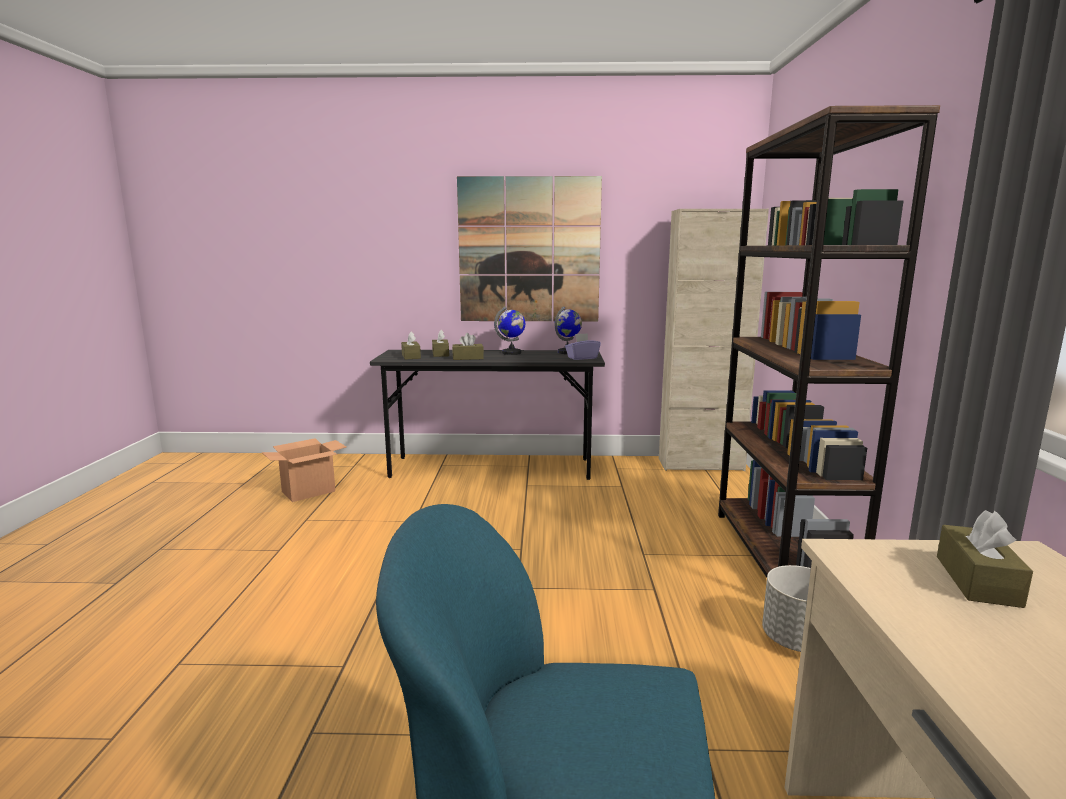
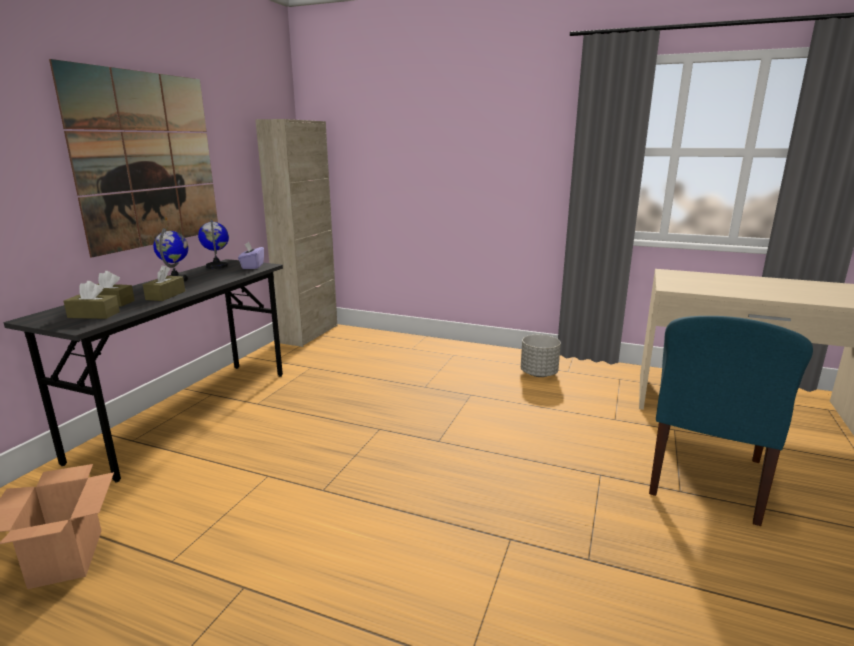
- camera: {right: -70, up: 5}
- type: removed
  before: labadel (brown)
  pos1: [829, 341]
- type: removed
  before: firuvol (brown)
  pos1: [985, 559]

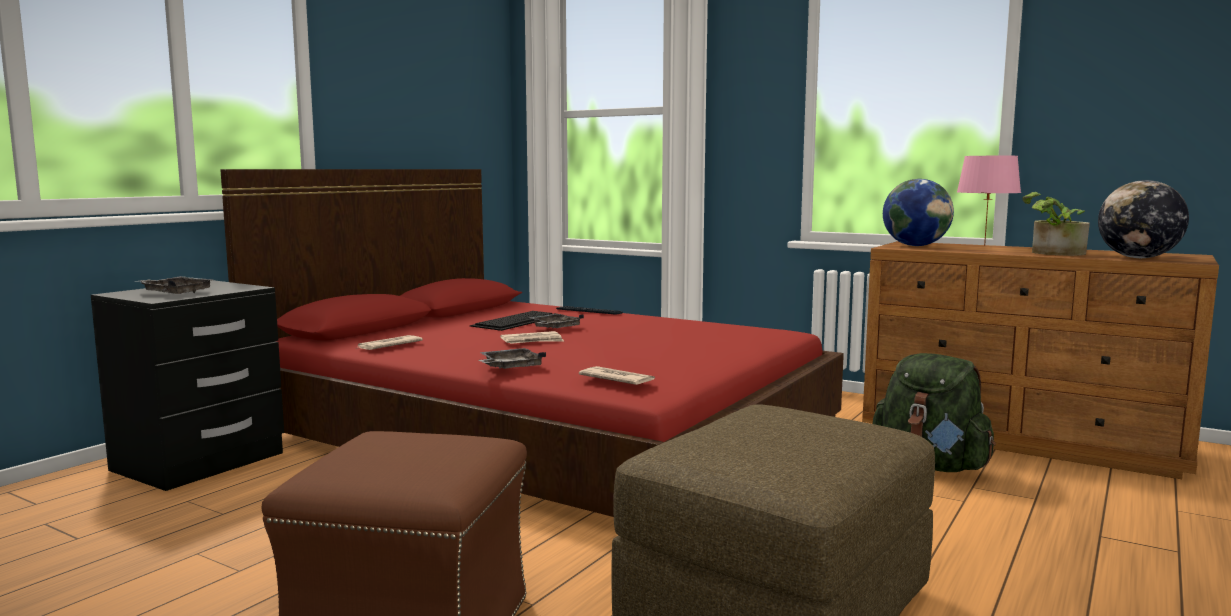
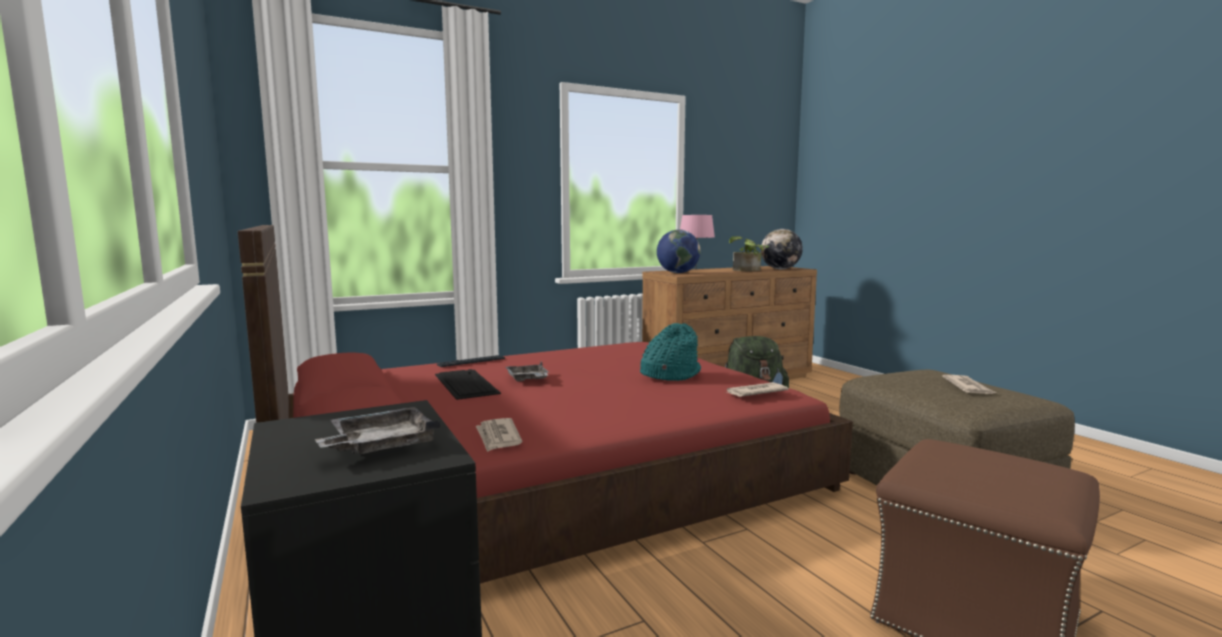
- camera: {right: -60, up: 0}
- type: removed
  before: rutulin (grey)
  pos1: [512, 358]
- type: added
  after: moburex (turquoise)
  pos2: [670, 352]
- type: moved
  before: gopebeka
  pos1: [532, 337]
  pos2: [969, 384]

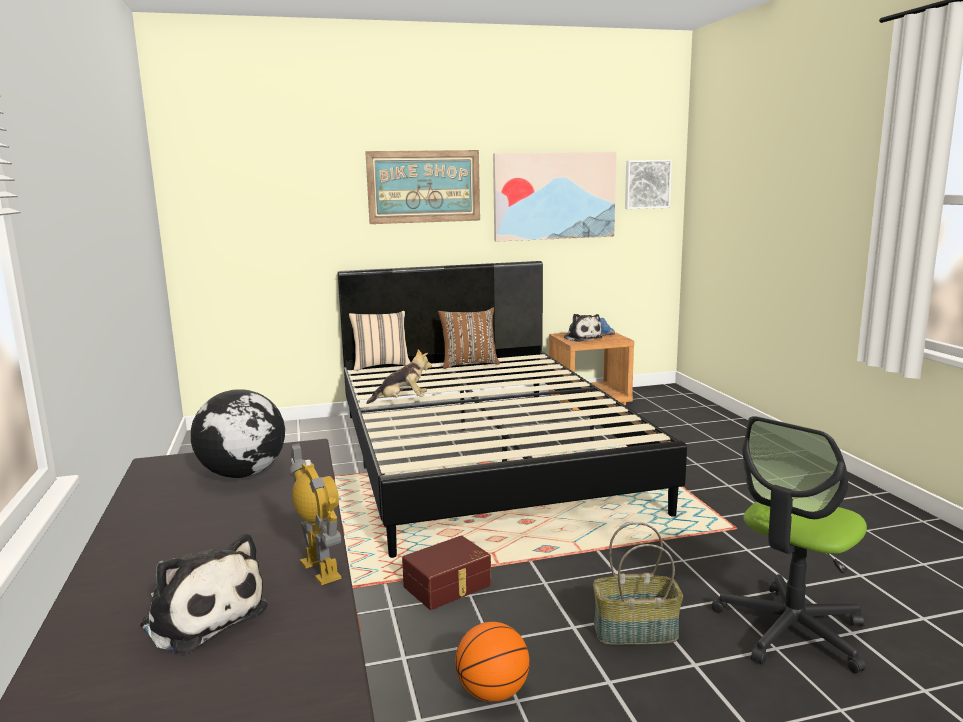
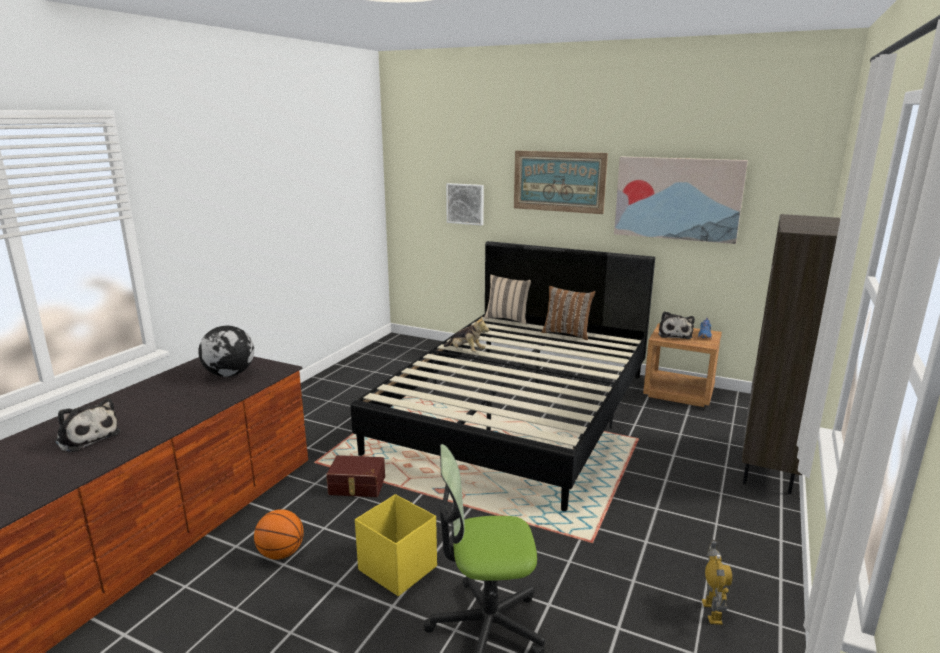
- camera: {right: 40, up: 5}
- type: added
  after: labadel (brown)
  pos2: [791, 354]
- type: moved
  before: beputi
  pos1: [315, 514]
  pos2: [717, 582]
- type: moved
  before: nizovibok
  pos1: [648, 184]
  pos2: [465, 204]
- type: replaced
  before: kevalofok
  after: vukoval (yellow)
  pos1: [638, 583]
  pos2: [396, 545]
- type: turned
  before: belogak
  pos1: [204, 594]
  pos2: [87, 425]
  turn: -45

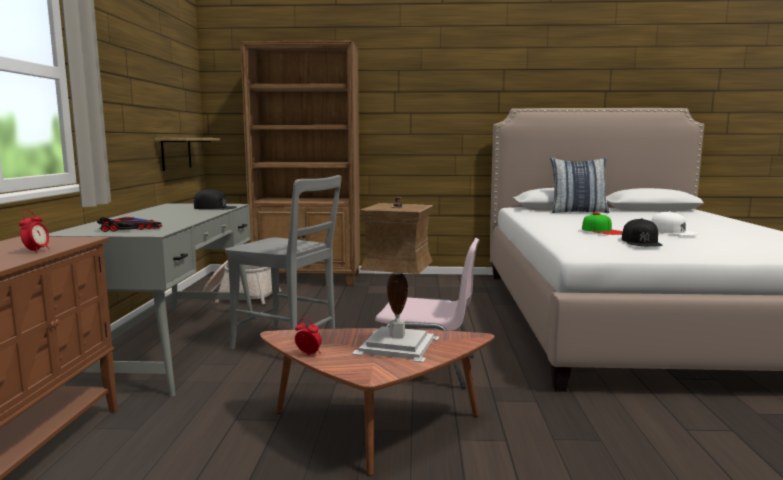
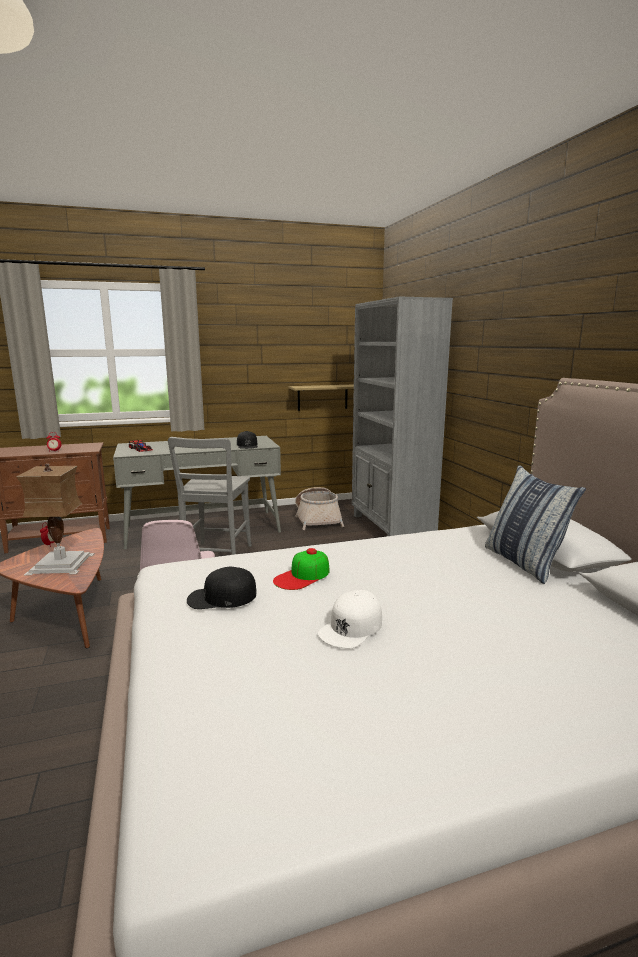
- camera: {right: 70, up: 5}
- type: recoloured
  before: labadel (brown)
  after: labadel (grey)
  pos1: [300, 163]
  pos2: [402, 416]

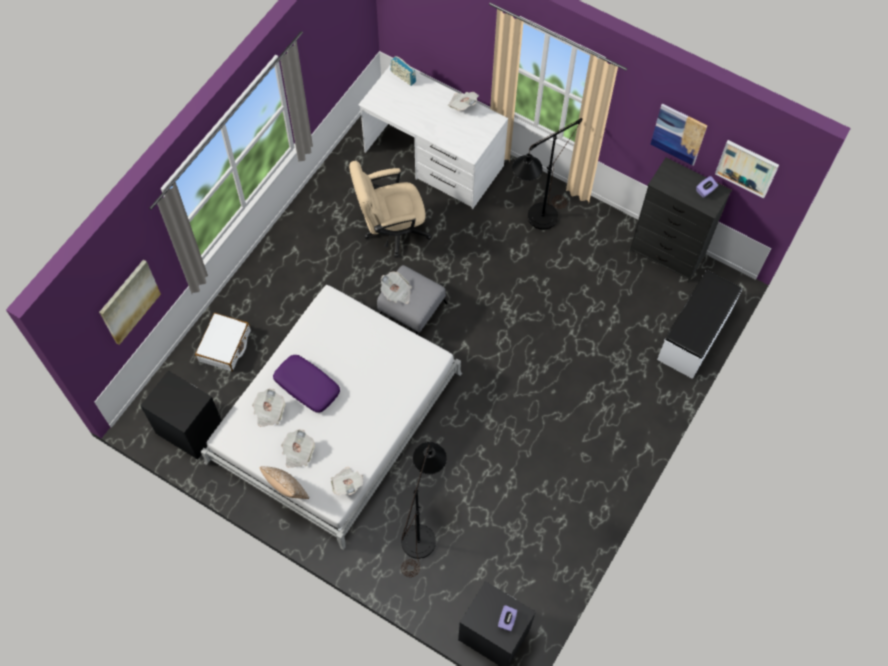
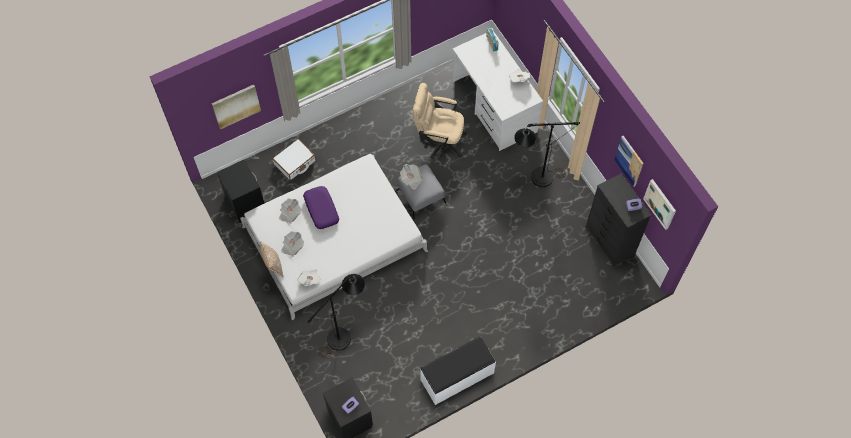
- camera: {right: 30, up: 0}
- type: moved
  before: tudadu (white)
  pos1: [699, 324]
  pos2: [458, 370]

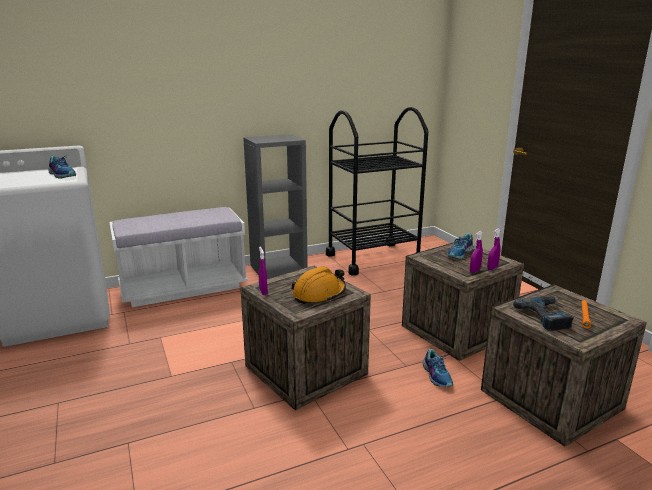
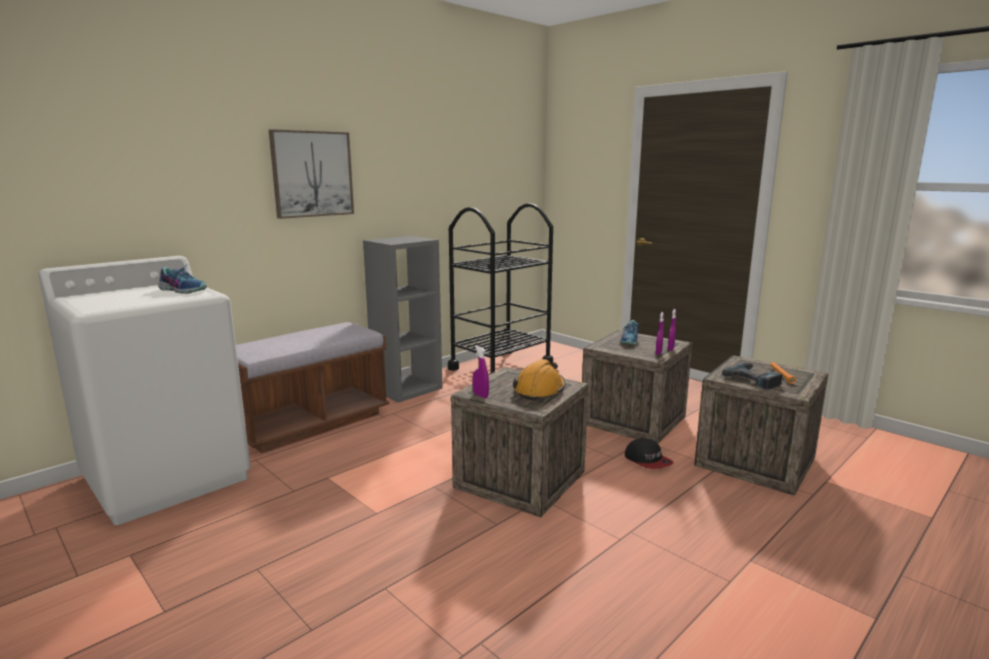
- camera: {right: -20, up: -5}
- type: added
  after: nizovibok
  pos2: [311, 174]
- type: replaced
  before: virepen
  after: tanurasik
  pos1: [438, 368]
  pos2: [649, 453]
- type: recoloured
  before: tudadu (white)
  after: tudadu (brown)
  pos1: [178, 257]
  pos2: [312, 387]

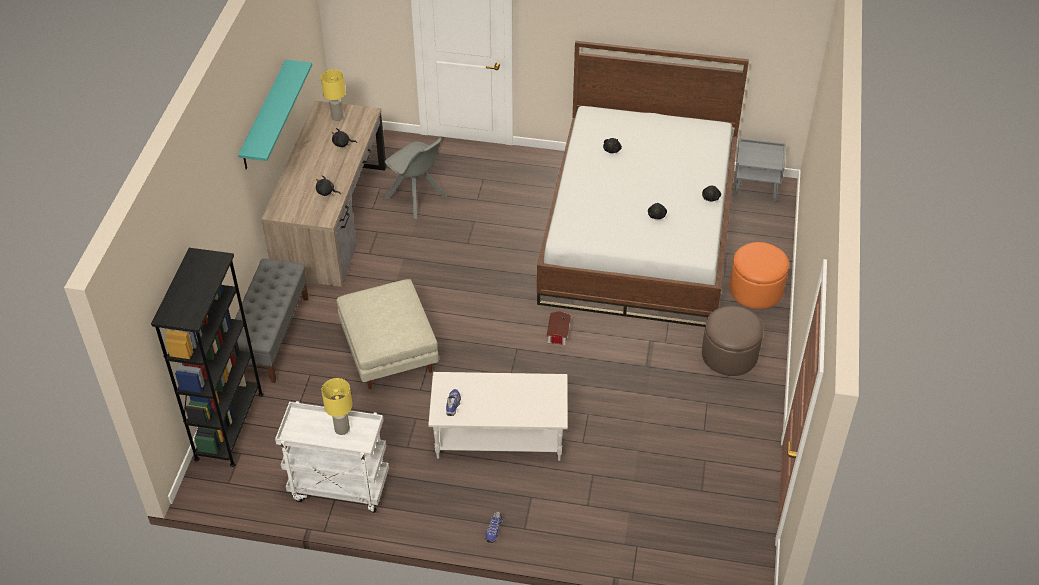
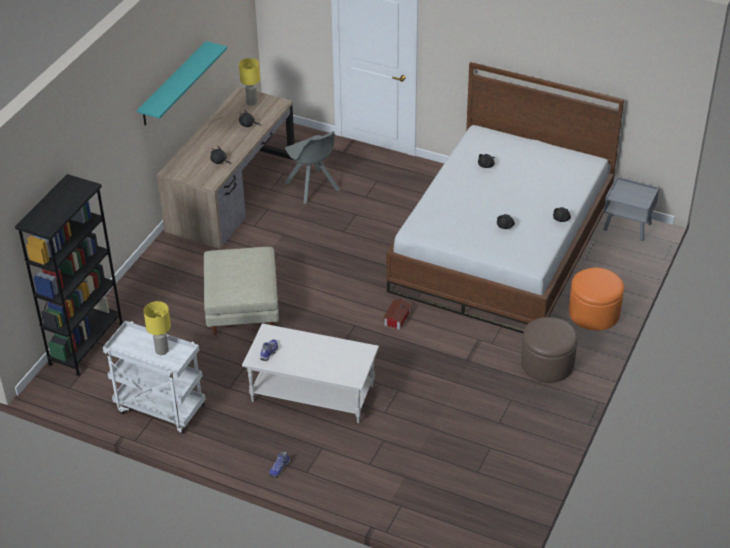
- camera: {right: 15, up: -5}
- type: removed
  before: tudadu (grey)
  pos1: [272, 321]

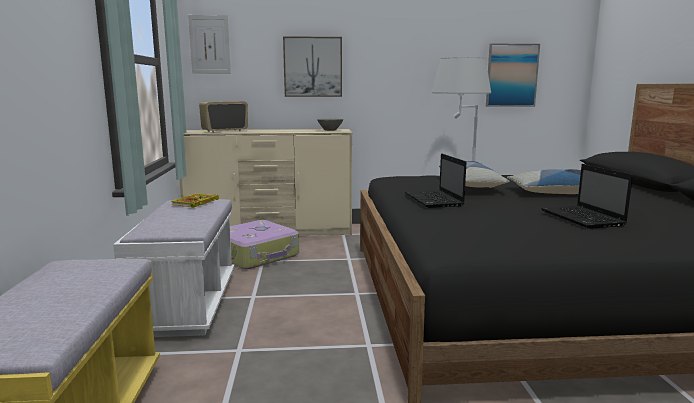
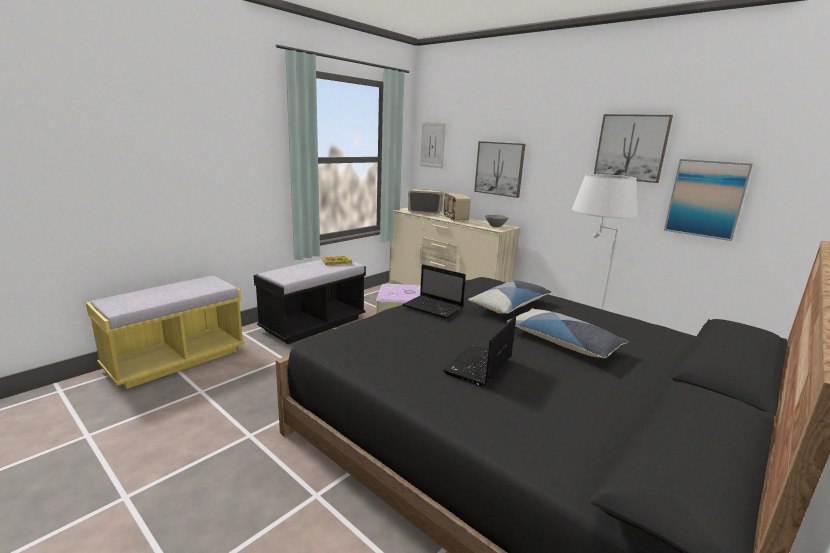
- camera: {right: 45, up: 5}
- type: added
  after: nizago
  pos2: [457, 207]
- type: added
  after: nizovibok
  pos2: [633, 148]
- type: recoloured
  before: tudadu (white)
  after: tudadu (black)
  pos1: [174, 268]
  pos2: [310, 300]
- type: turned
  before: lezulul
  pos1: [435, 181]
  pos2: [434, 291]
  turn: -90

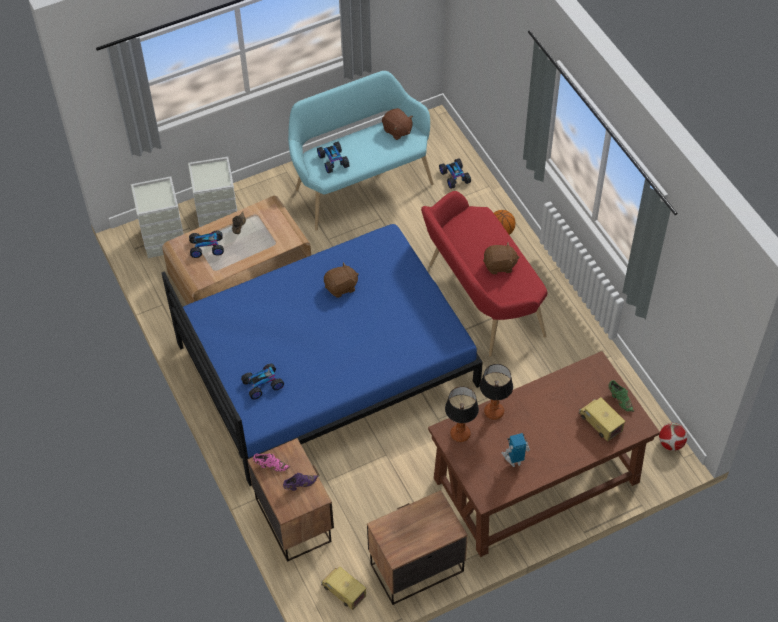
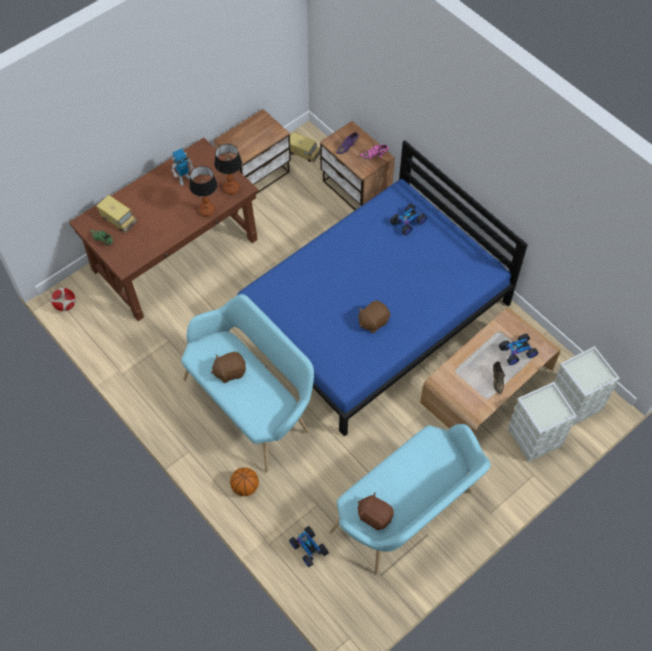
- camera: {right: 165, up: 5}
- type: removed
  before: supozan
  pos1: [333, 157]
- type: recoloured
  before: tudadu (red)
  after: tudadu (turquoise)
  pos1: [484, 273]
  pos2: [247, 383]

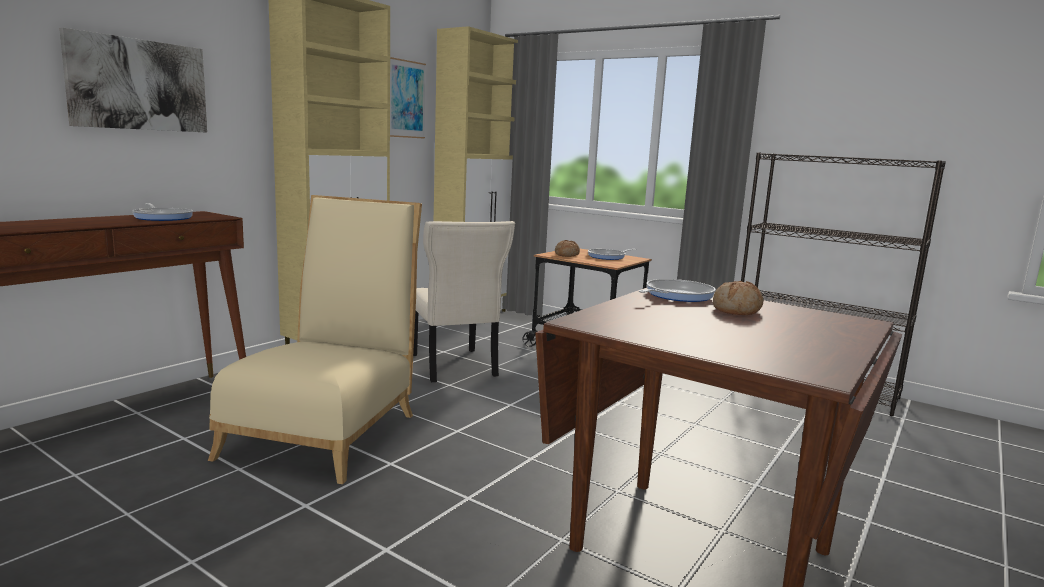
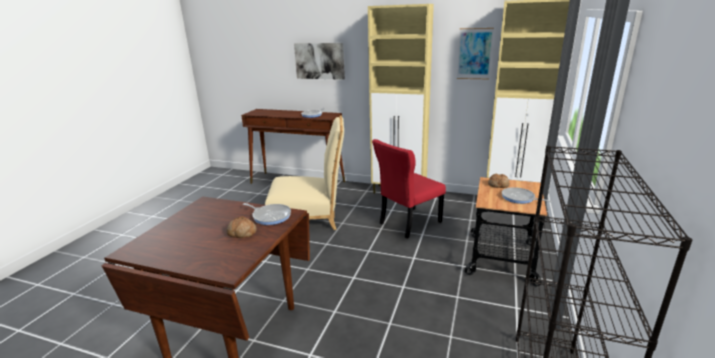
- camera: {right: 75, up: 10}
- type: recoloured
  before: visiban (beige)
  after: visiban (red)
  pos1: [464, 301]
  pos2: [409, 189]

